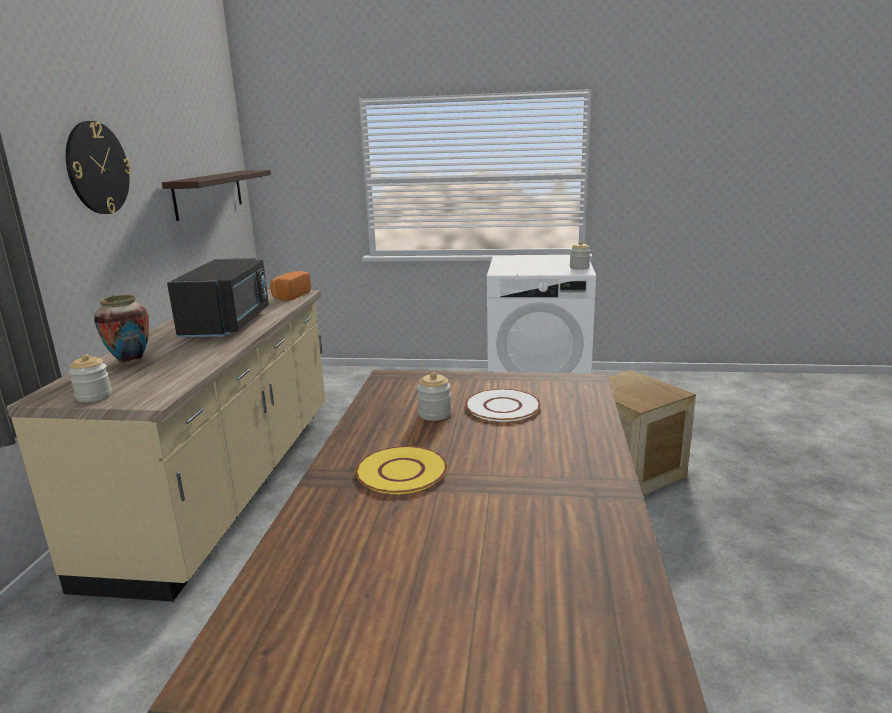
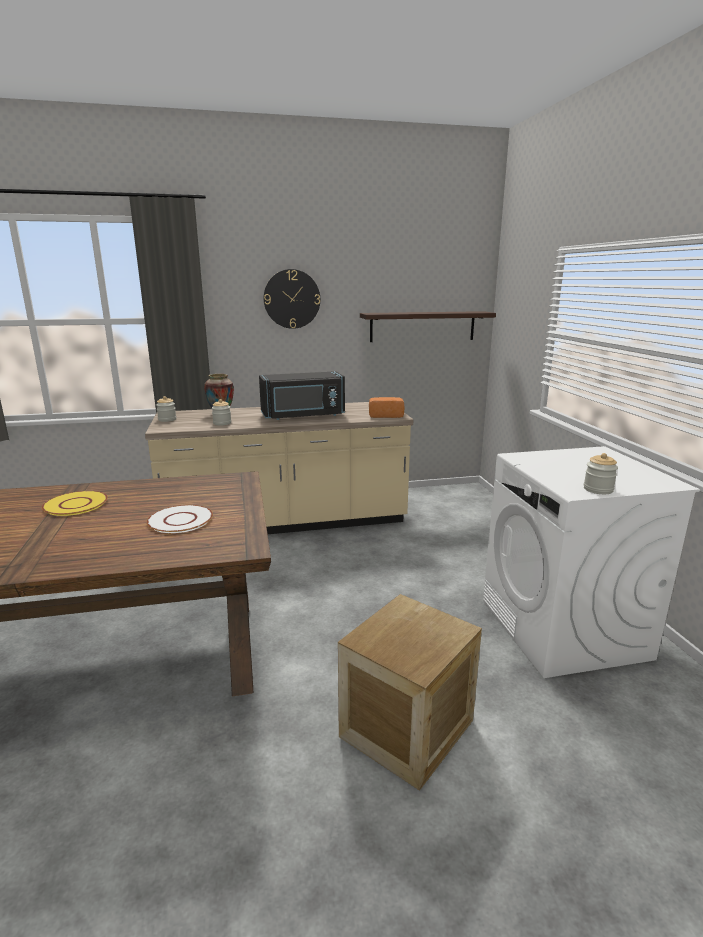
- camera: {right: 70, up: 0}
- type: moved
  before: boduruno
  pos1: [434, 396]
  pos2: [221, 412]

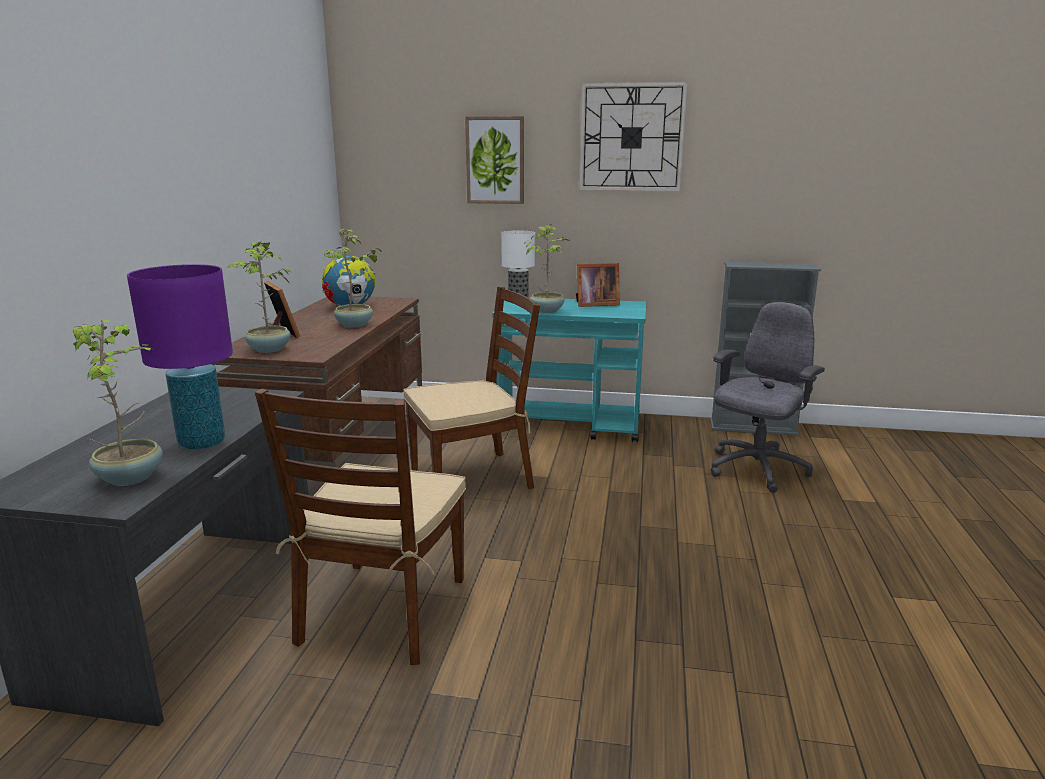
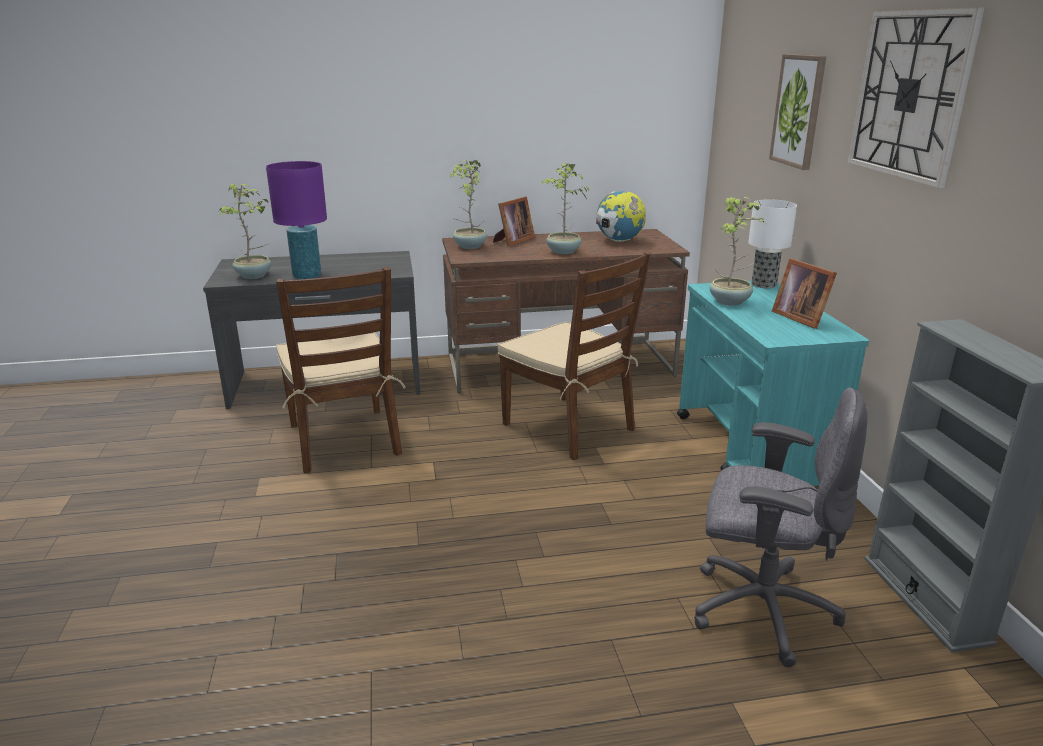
- camera: {right: 70, up: 5}
- type: turned
  before: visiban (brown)
  pos1: [360, 527]
  pos2: [341, 370]
  turn: -105

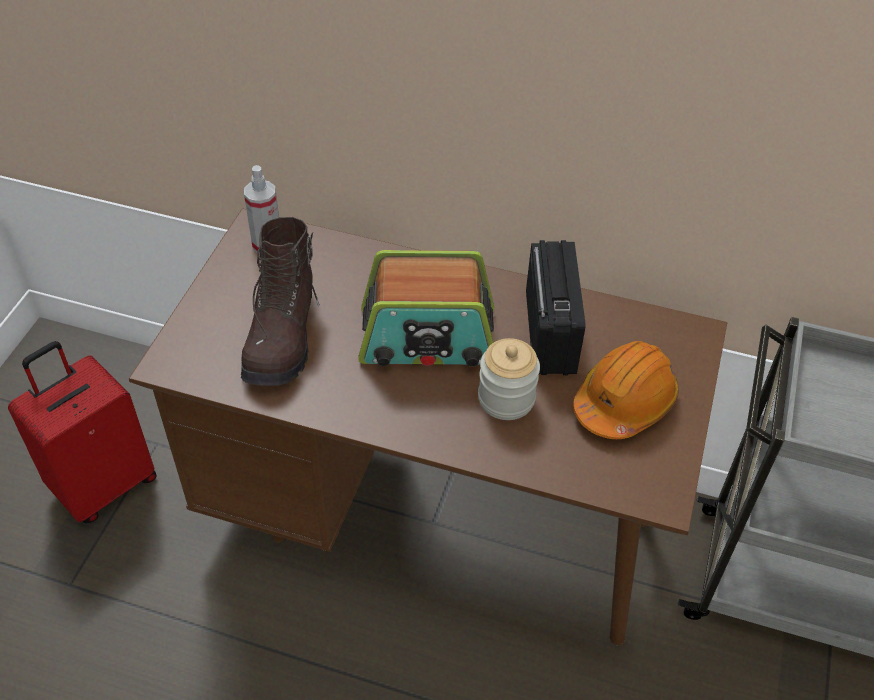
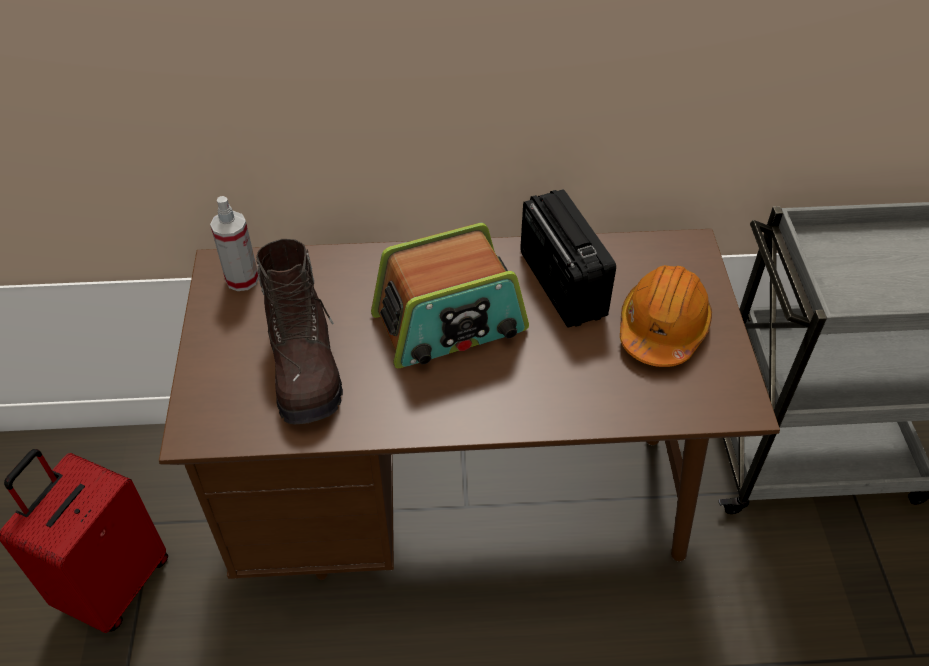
- camera: {right: -20, up: 0}
- type: removed
  before: boduruno
  pos1: [509, 379]

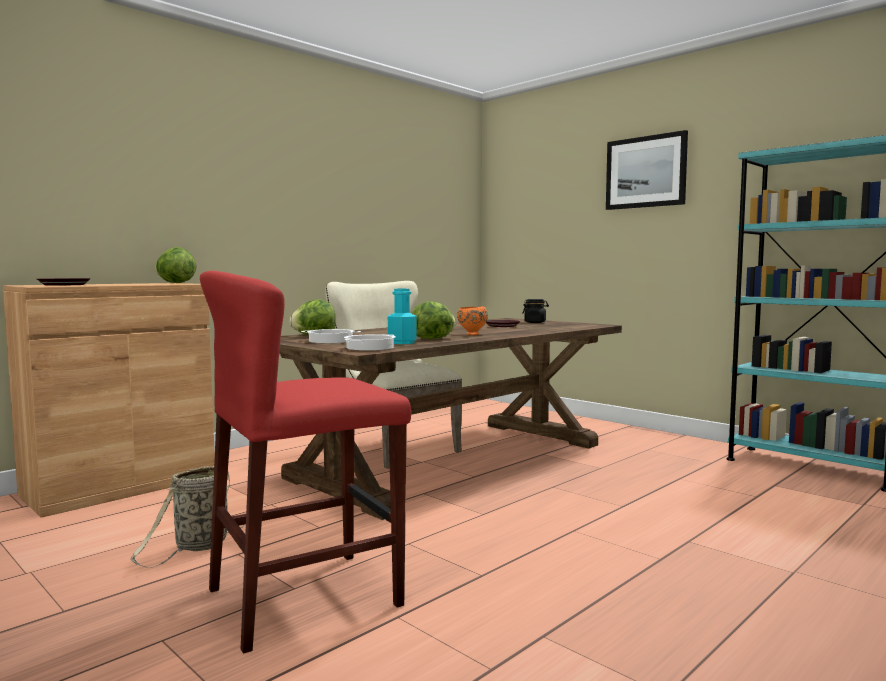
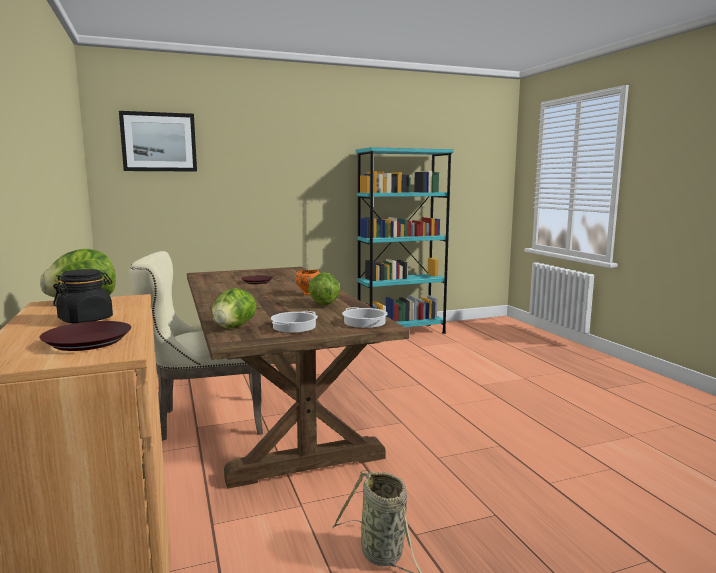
- camera: {right: -65, up: 5}
- type: removed
  before: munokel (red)
  pos1: [305, 462]
- type: removed
  before: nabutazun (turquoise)
  pos1: [402, 316]
- type: moved
  before: boduruno (black)
  pos1: [536, 311]
  pos2: [83, 296]
- type: moved
  before: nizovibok
  pos1: [647, 170]
  pos2: [158, 141]

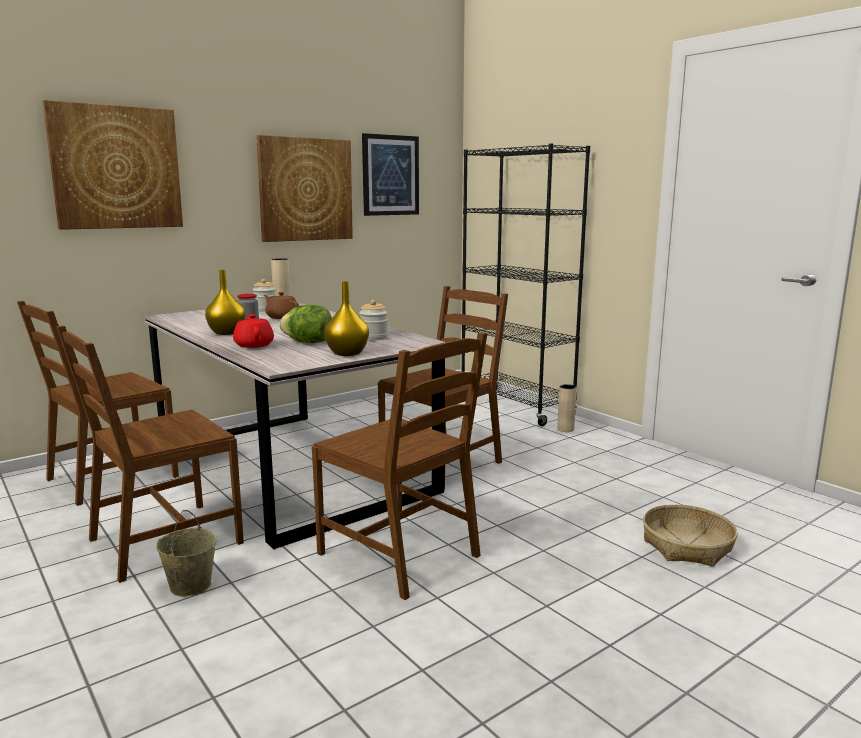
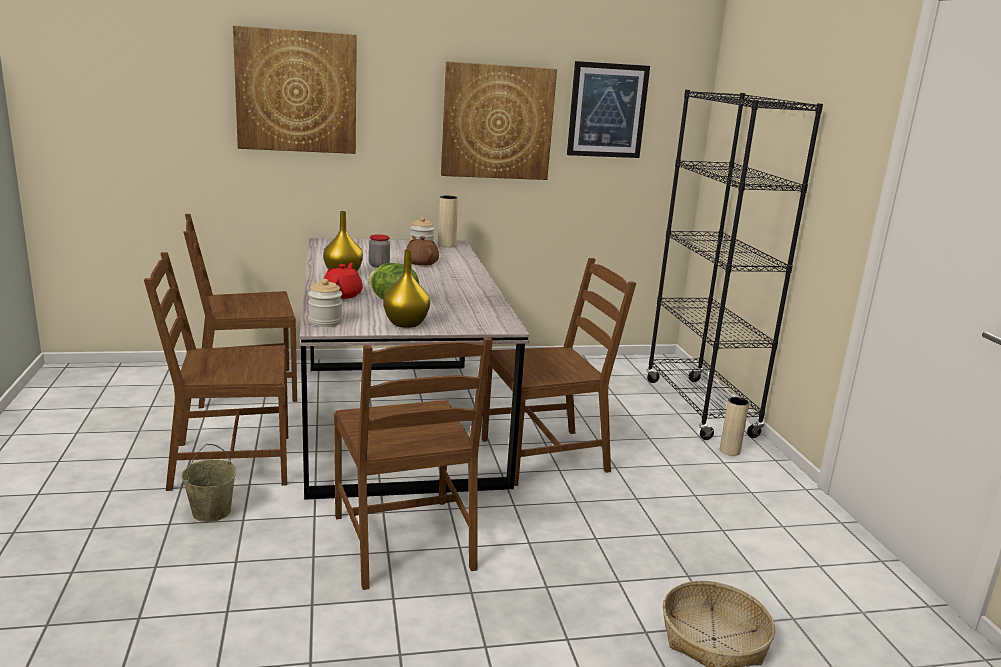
- camera: {right: 25, up: 5}
- type: moved
  before: boduruno
  pos1: [373, 320]
  pos2: [325, 303]

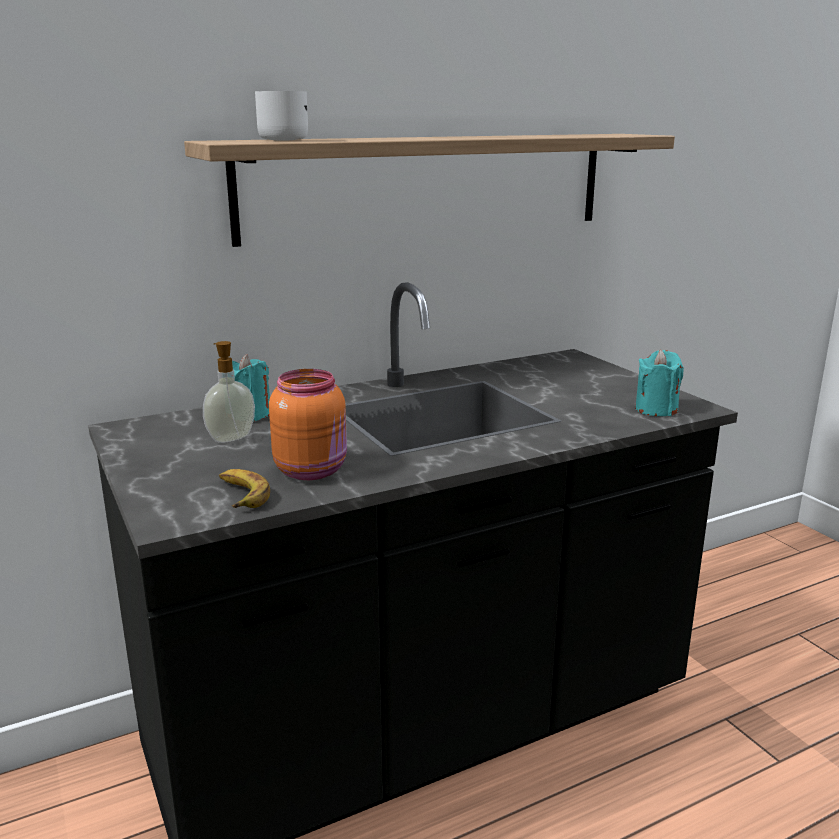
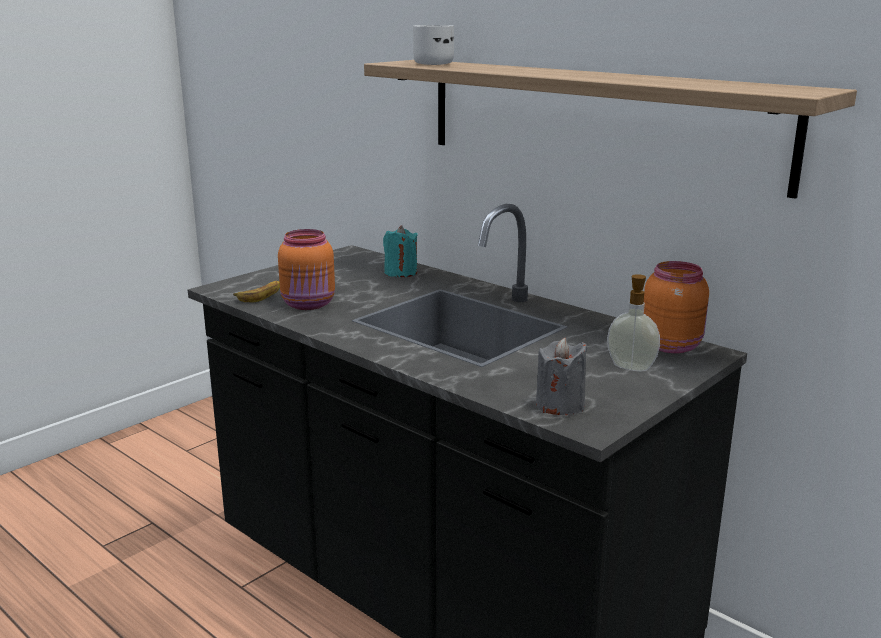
- camera: {right: 70, up: 0}
- type: added
  after: boduruno (orange)
  pos2: [676, 307]
- type: moved
  before: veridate
  pos1: [229, 392]
  pos2: [633, 323]
- type: recoloured
  before: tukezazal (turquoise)
  after: tukezazal (grey)
  pos1: [659, 383]
  pos2: [561, 376]

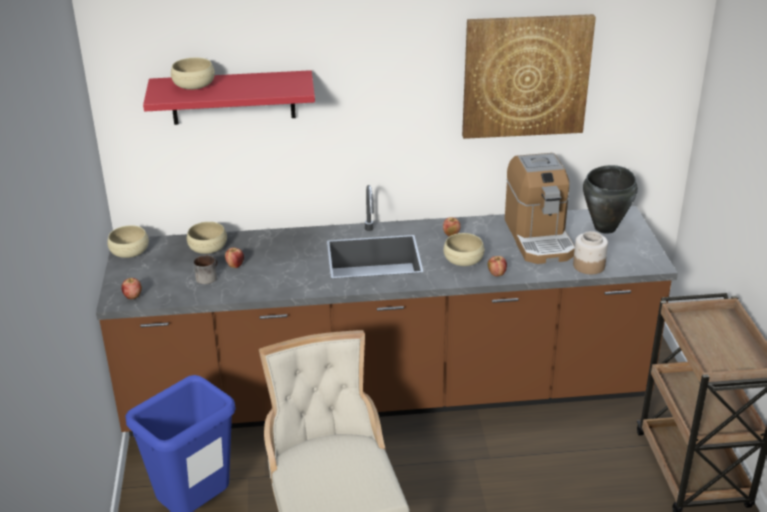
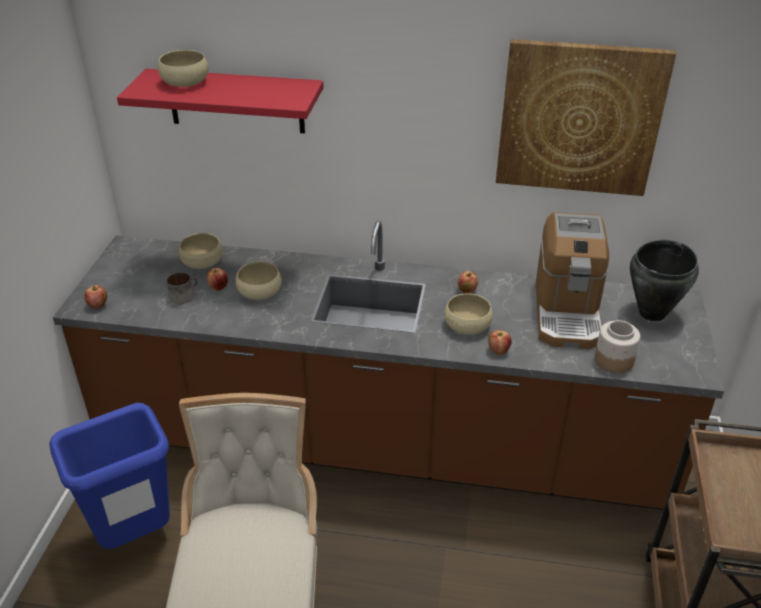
- camera: {right: 15, up: 5}
- type: moved
  before: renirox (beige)
  pos1: [128, 241]
  pos2: [259, 281]

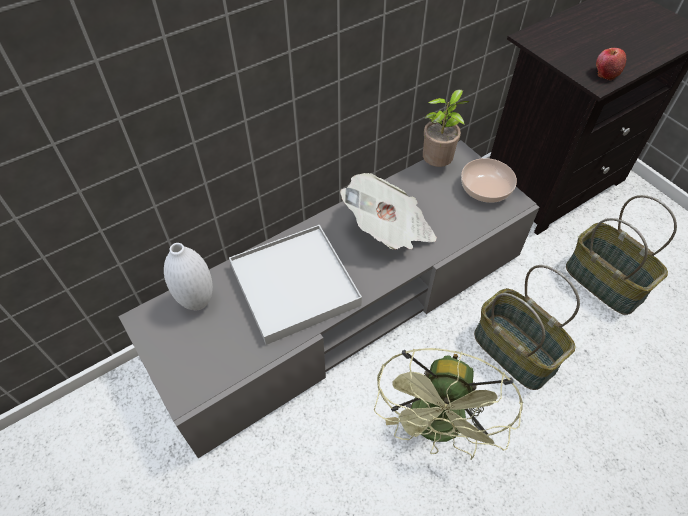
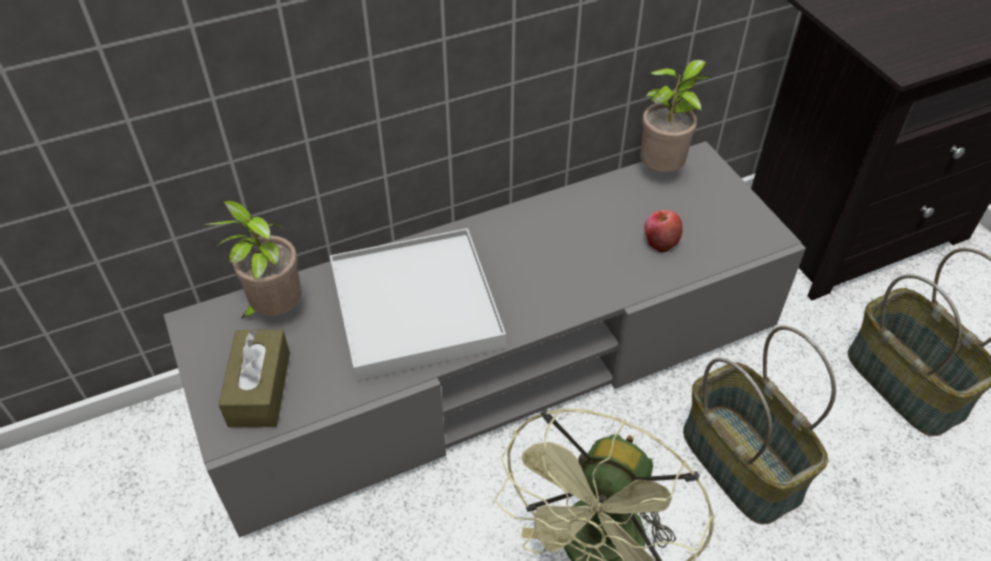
- camera: {right: 10, up: -5}
- type: removed
  before: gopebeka
  pos1: [388, 211]
- type: removed
  before: renirox
  pos1: [489, 180]
- type: added
  after: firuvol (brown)
  pos2: [254, 378]
- type: moved
  before: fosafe
  pos1: [611, 64]
  pos2: [663, 231]
- type: replaced
  before: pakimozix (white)
  after: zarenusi
  pos1: [188, 276]
  pos2: [252, 259]

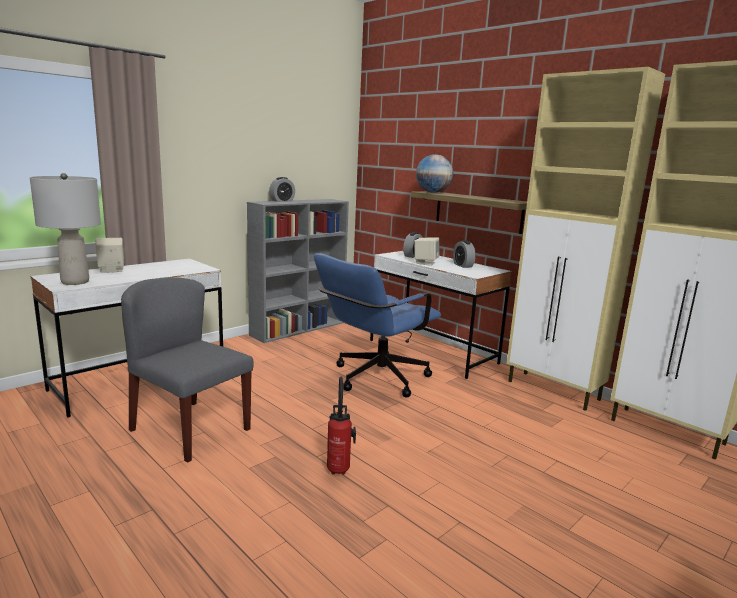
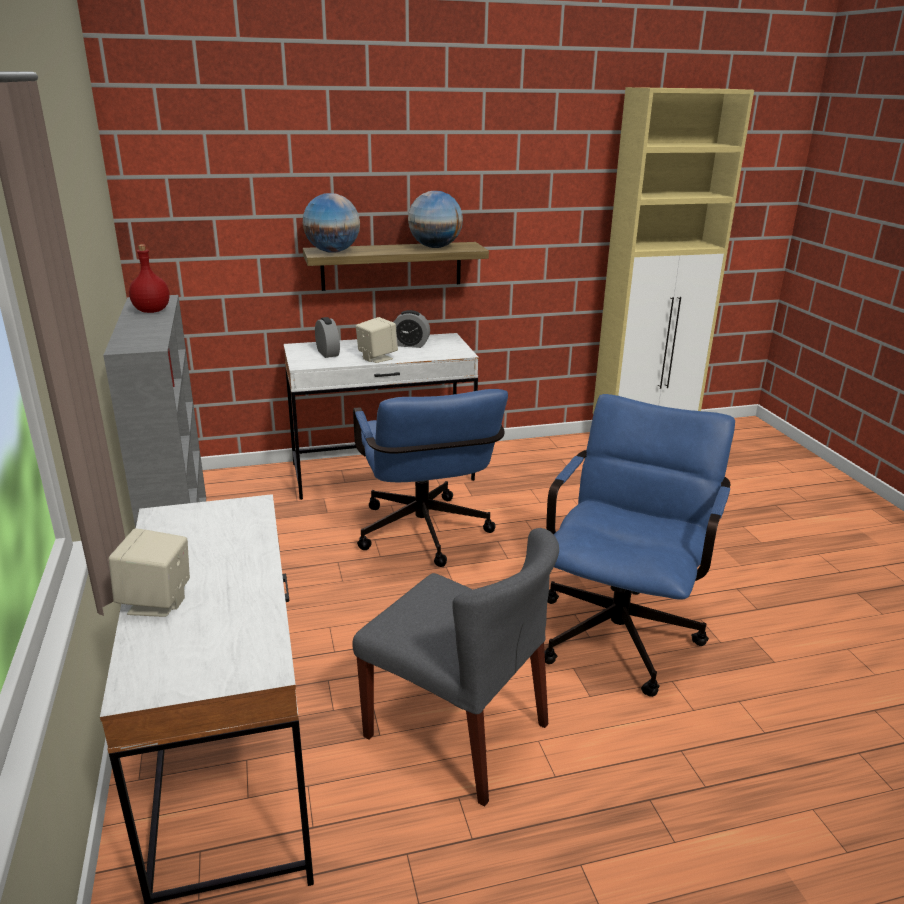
- camera: {right: -60, up: 10}
- type: removed
  before: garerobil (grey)
  pos1: [65, 229]
- type: removed
  before: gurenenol
  pos1: [282, 189]
- type: removed
  before: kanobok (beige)
  pos1: [586, 239]
- type: added
  after: nabutazun (red)
  pos2: [149, 278]
- type: added
  after: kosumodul
  pos2: [435, 219]
- type: replaced
  before: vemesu
  after: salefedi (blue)
  pos1: [341, 426]
  pos2: [640, 545]
- type: turned
  before: visiban (grey)
  pos1: [187, 370]
  pos2: [455, 667]
  turn: -120

